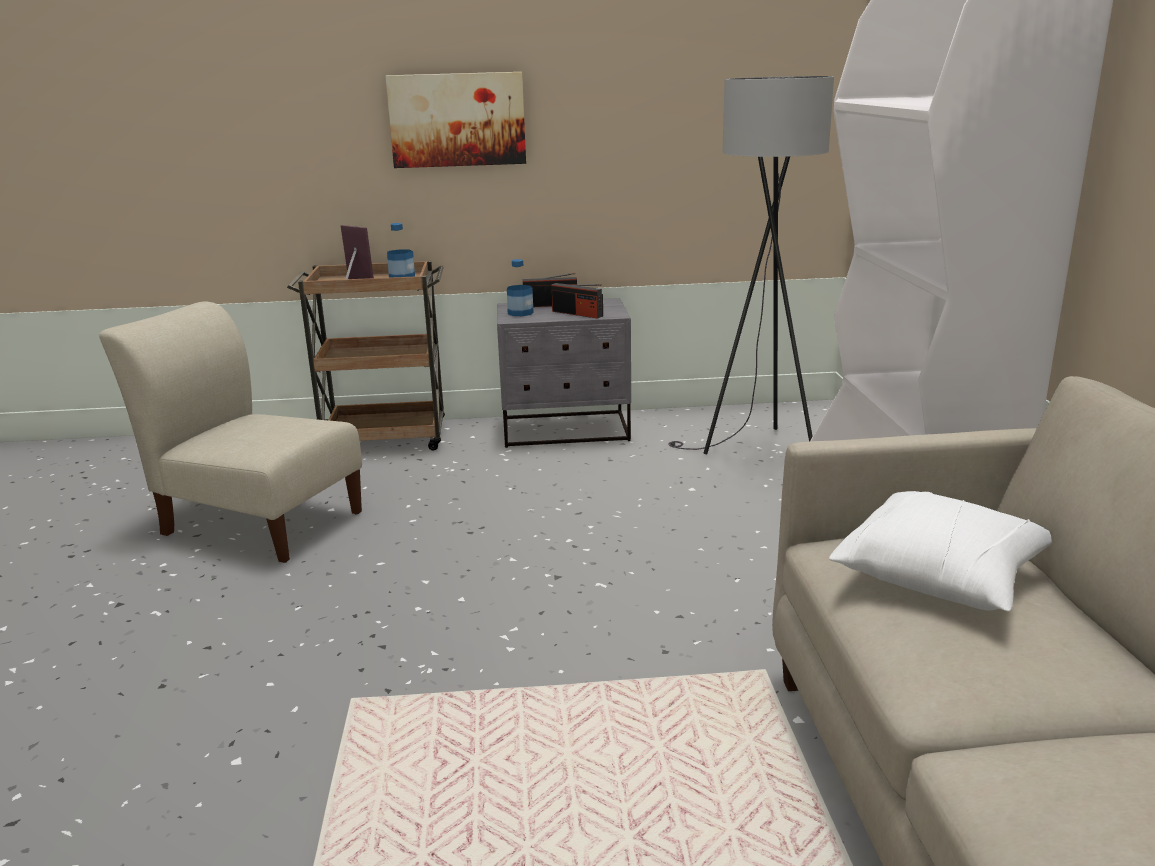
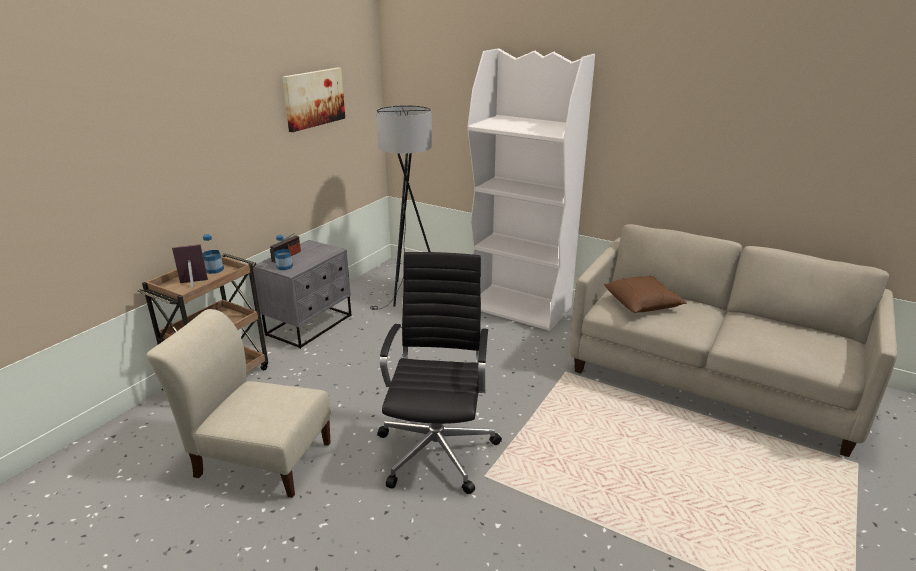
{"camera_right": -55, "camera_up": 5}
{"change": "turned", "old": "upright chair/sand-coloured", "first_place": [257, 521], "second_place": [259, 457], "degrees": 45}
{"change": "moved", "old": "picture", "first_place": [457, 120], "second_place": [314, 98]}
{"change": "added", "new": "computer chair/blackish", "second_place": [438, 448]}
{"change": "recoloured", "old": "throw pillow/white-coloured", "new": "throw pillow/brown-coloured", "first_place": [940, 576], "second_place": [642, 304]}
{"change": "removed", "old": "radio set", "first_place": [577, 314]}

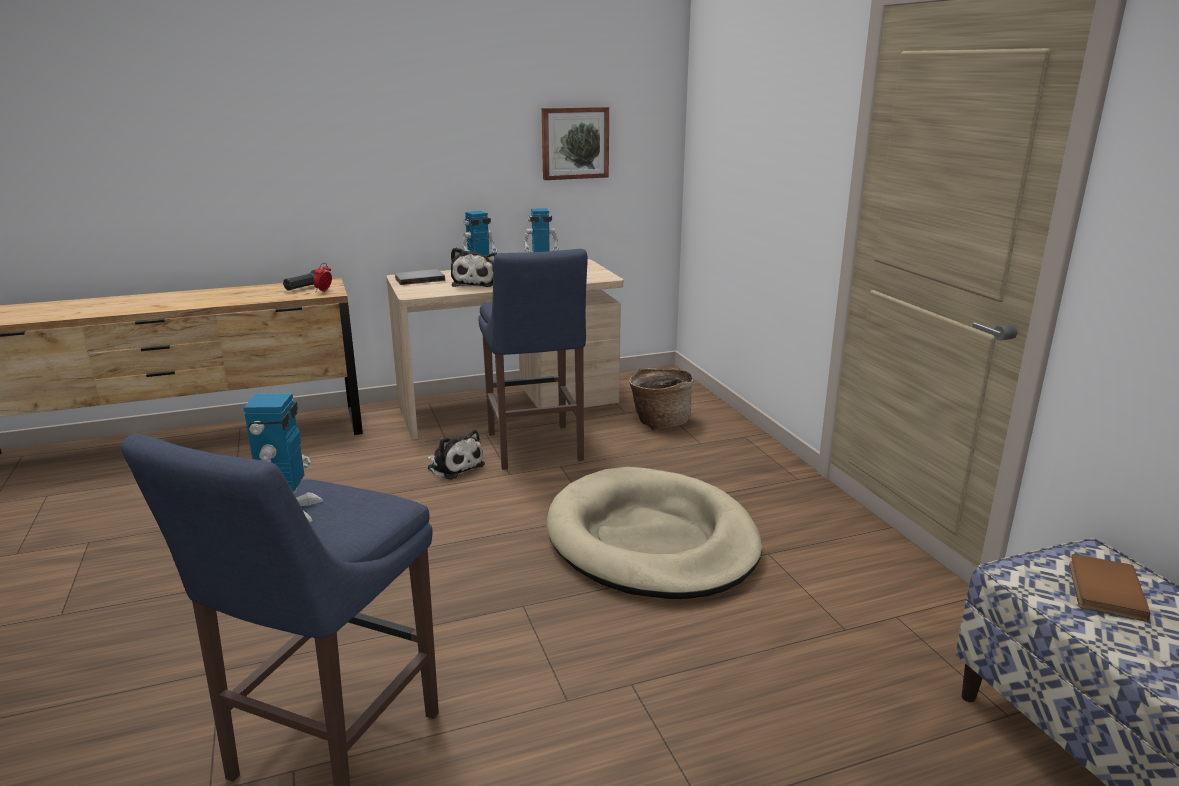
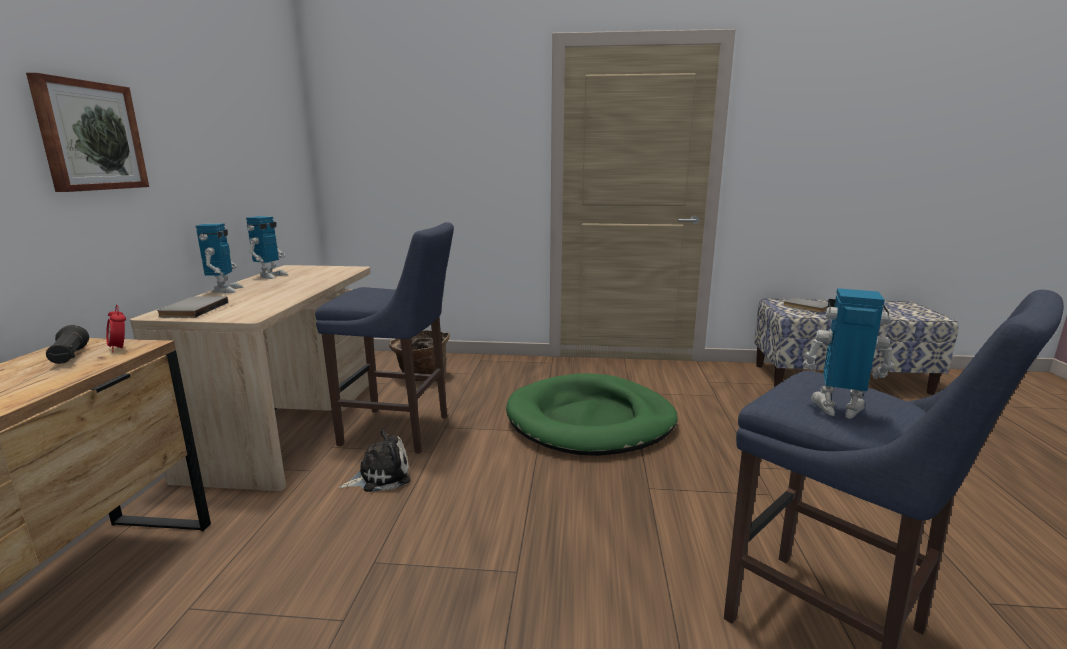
{"camera_right": -65, "camera_up": -5}
{"change": "moved", "old": "picture", "first_place": [574, 143], "second_place": [90, 136]}
{"change": "recoloured", "old": "pet bed/sand-coloured", "new": "pet bed/green-coloured", "first_place": [652, 540], "second_place": [590, 420]}
{"change": "recoloured", "old": "volume/brown-coloured", "new": "volume/grey", "first_place": [1102, 589], "second_place": [806, 307]}
{"change": "removed", "old": "cuddly toy", "first_place": [477, 283]}

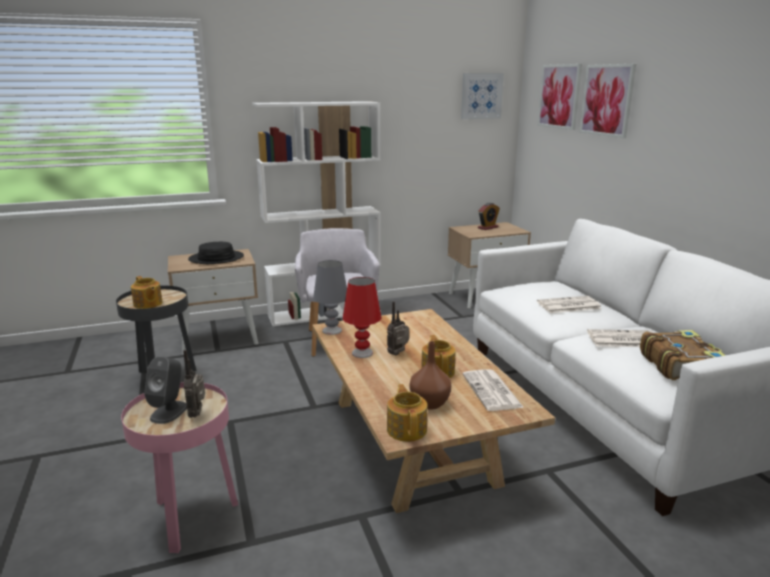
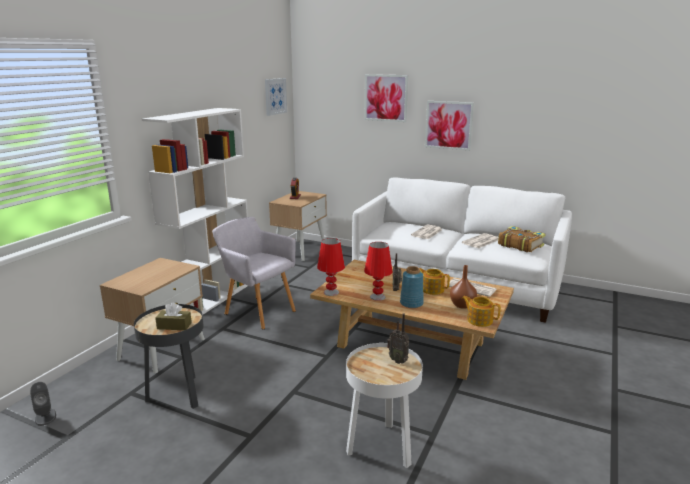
{"camera_right": -45, "camera_up": 0}
{"change": "moved", "old": "loudspeaker/grey", "first_place": [169, 412], "second_place": [45, 416]}
{"change": "replaced", "old": "tea pot", "new": "tissue box/brown-coloured", "first_place": [148, 304], "second_place": [174, 326]}
{"change": "recoloured", "old": "table lamp/grey", "new": "table lamp/reddish", "first_place": [332, 330], "second_place": [331, 292]}
{"change": "recoloured", "old": "accent table/pink", "new": "accent table/white-coloured", "first_place": [191, 517], "second_place": [381, 447]}
{"change": "added", "new": "flower vase/bluish", "second_place": [411, 303]}
{"change": "moved", "old": "picture", "first_place": [559, 96], "second_place": [448, 125]}
{"change": "removed", "old": "clothing hat/blackish", "first_place": [216, 258]}

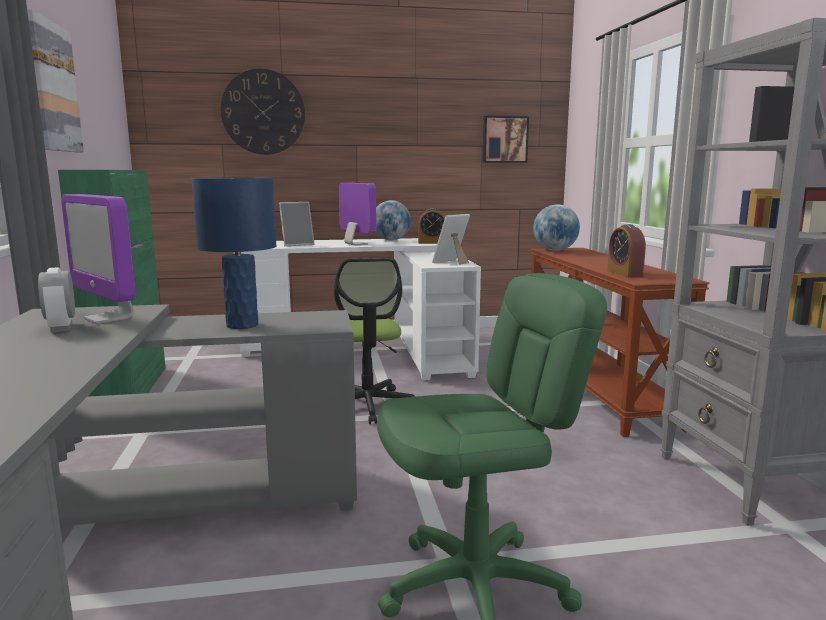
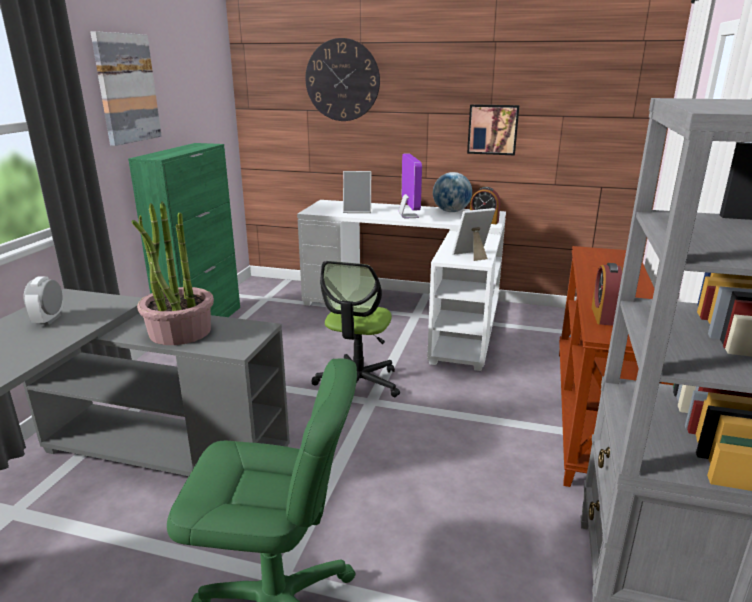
{"camera_right": 25, "camera_up": 10}
{"change": "replaced", "old": "table lamp/bluish", "new": "potted plant", "first_place": [243, 325], "second_place": [180, 332]}
{"change": "moved", "old": "picture", "first_place": [504, 139], "second_place": [493, 129]}
{"change": "removed", "old": "computer display", "first_place": [108, 318]}
{"change": "removed", "old": "globe", "first_place": [555, 250]}

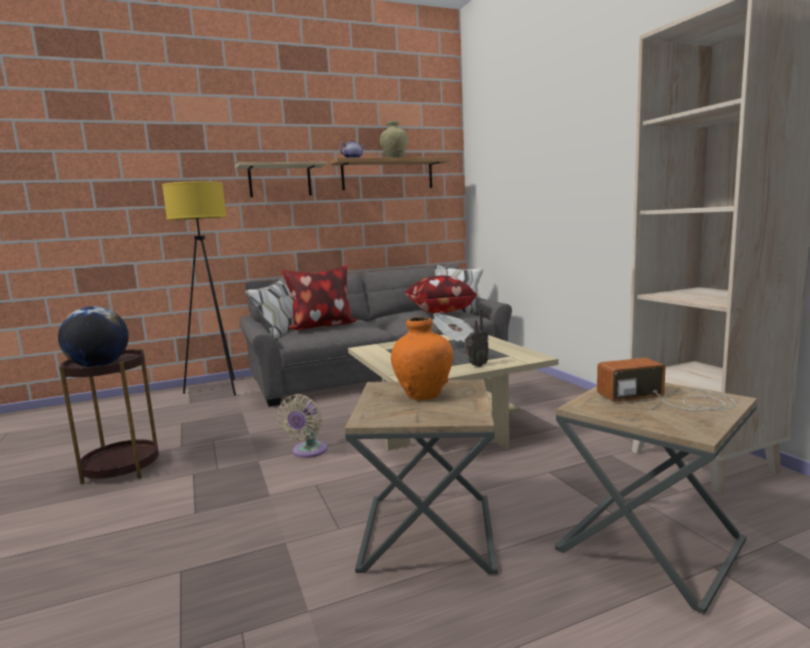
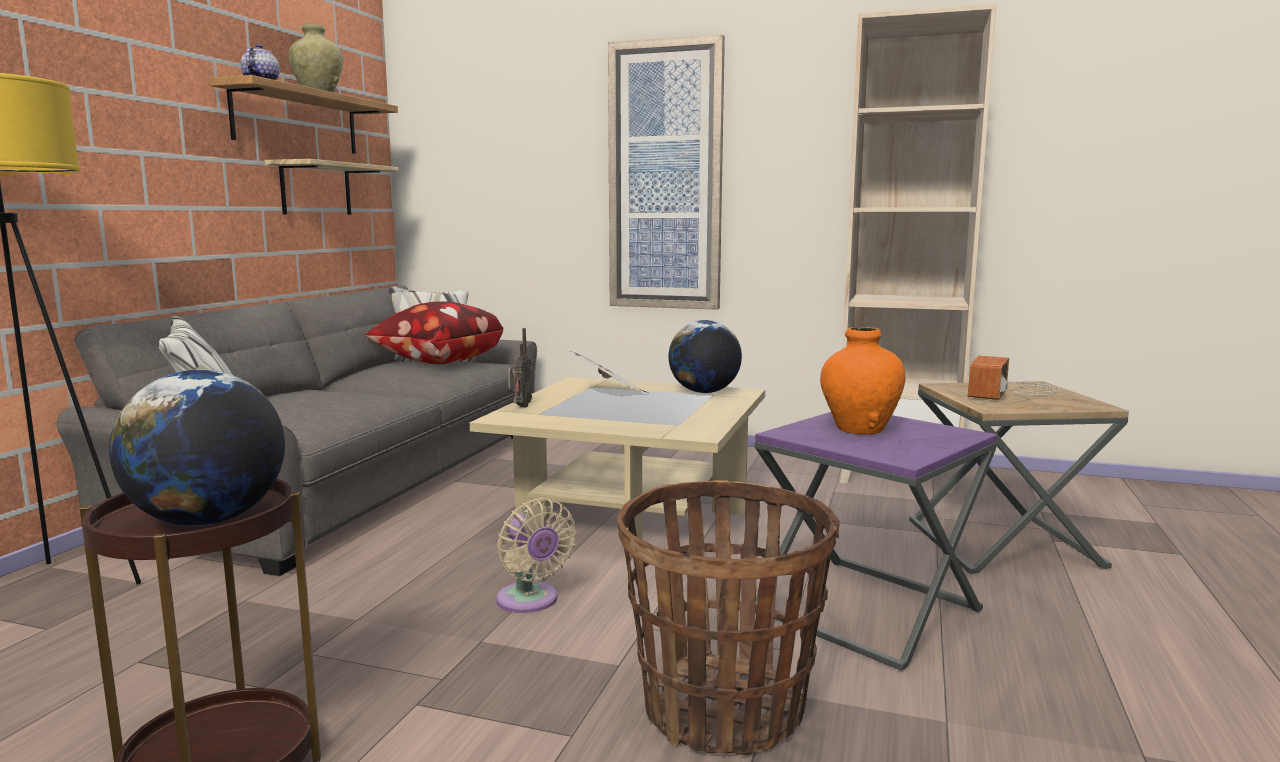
{"camera_right": -50, "camera_up": 0}
{"change": "moved", "old": "bracket shelf", "first_place": [280, 181], "second_place": [316, 189]}
{"change": "moved", "old": "radio set", "first_place": [476, 365], "second_place": [520, 407]}
{"change": "added", "new": "picture", "second_place": [665, 177]}
{"change": "added", "new": "basket", "second_place": [723, 710]}
{"change": "added", "new": "globe", "second_place": [704, 392]}
{"change": "recoloured", "old": "accent table/brown-coloured", "new": "accent table/purplish", "first_place": [428, 533], "second_place": [865, 610]}
{"change": "removed", "old": "throw pillow", "first_place": [321, 326]}

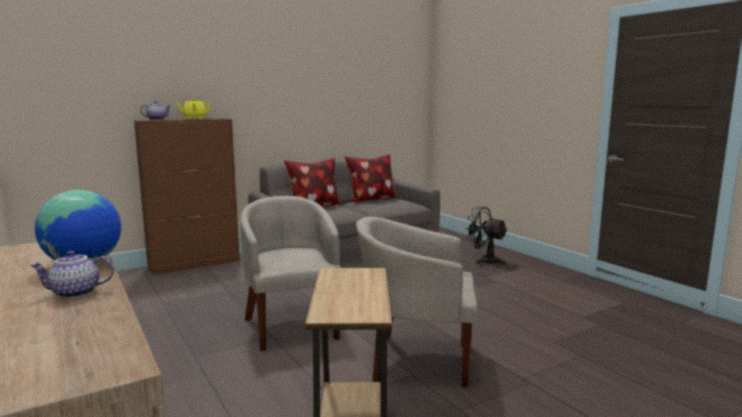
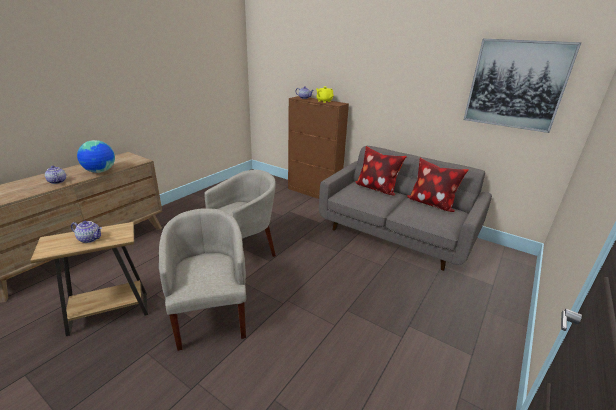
{"camera_right": 65, "camera_up": 15}
{"change": "added", "new": "tea pot", "second_place": [90, 239]}
{"change": "added", "new": "picture", "second_place": [516, 85]}
{"change": "removed", "old": "cooling fan/blackish", "first_place": [484, 260]}

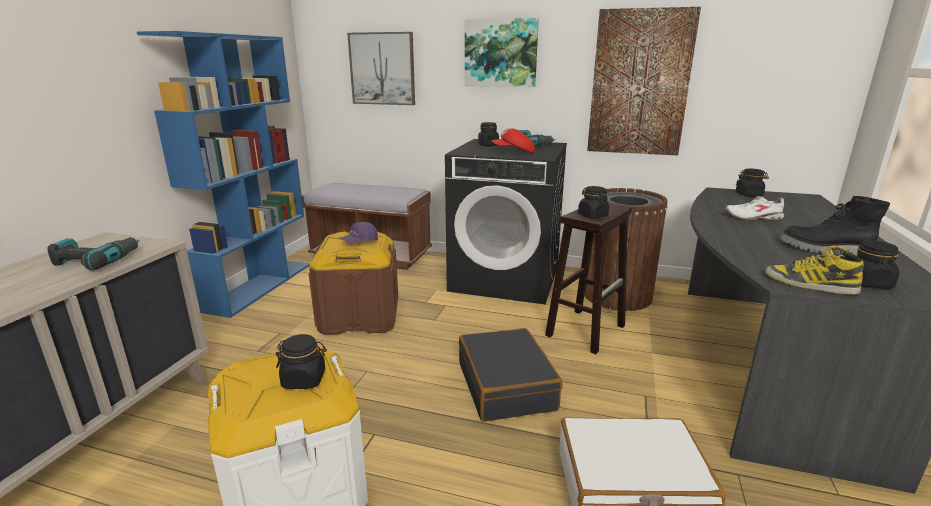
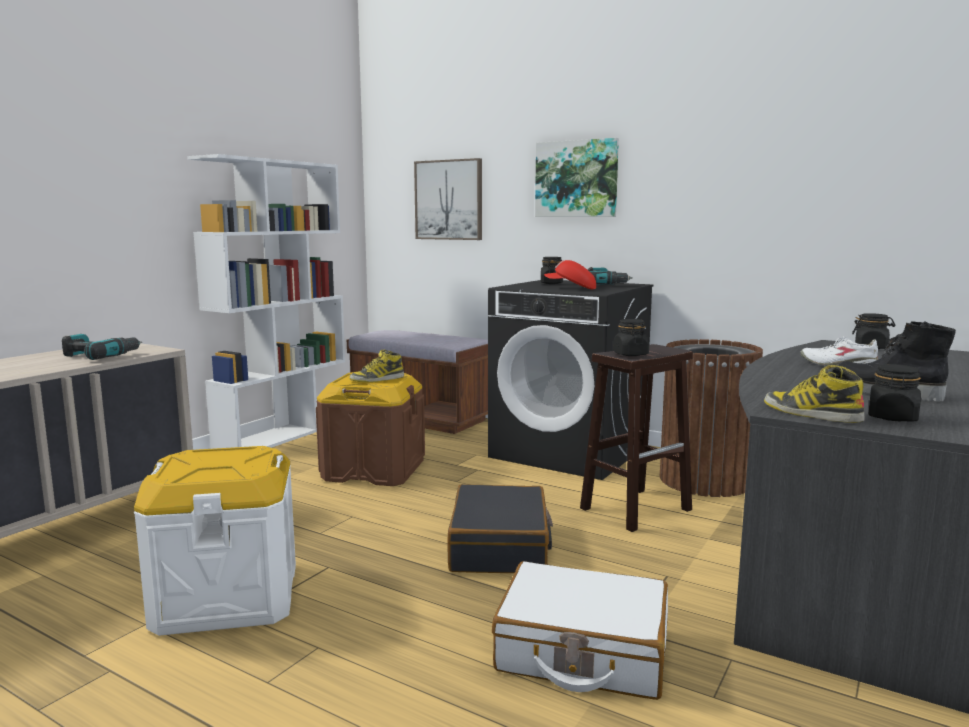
{"camera_right": 15, "camera_up": -10}
{"change": "recoloured", "old": "bookcase/bluish", "new": "bookcase/white-coloured", "first_place": [259, 286], "second_place": [283, 435]}
{"change": "replaced", "old": "baseball cap/purplish", "new": "high-top boot", "first_place": [359, 242], "second_place": [377, 379]}
{"change": "removed", "old": "jar/blackish", "first_place": [304, 380]}
{"change": "removed", "old": "picture", "first_place": [639, 83]}

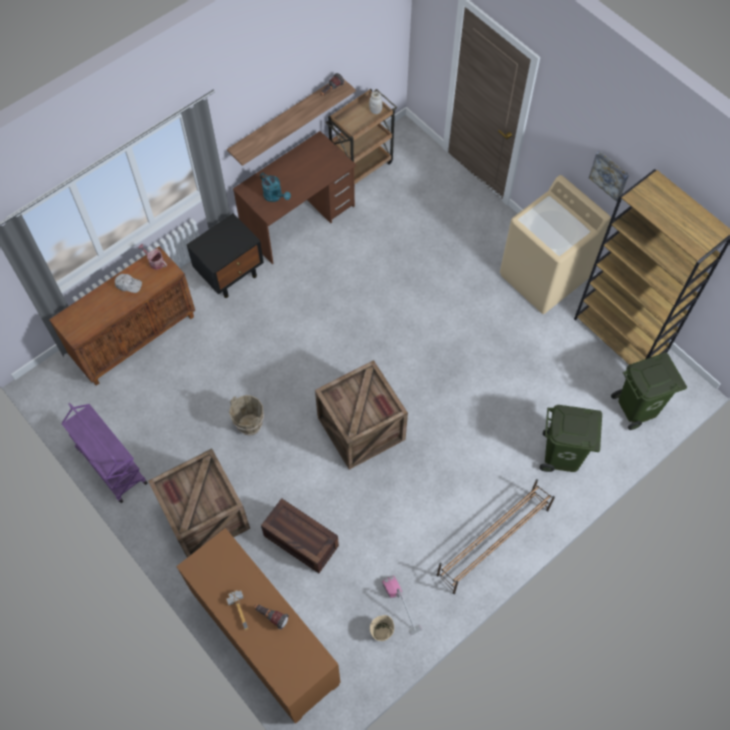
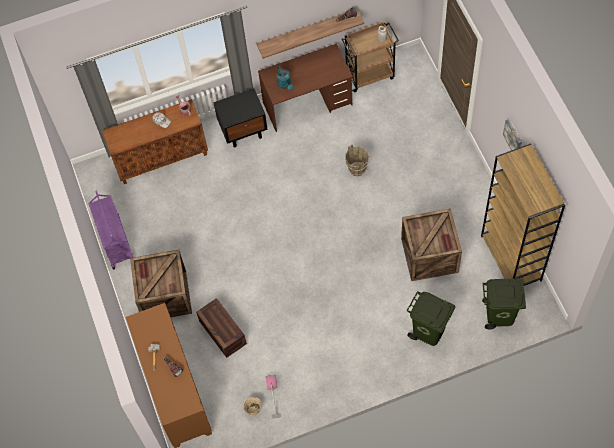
{"camera_right": 25, "camera_up": 0}
{"change": "moved", "old": "water bucket/brown-coloured", "first_place": [250, 424], "second_place": [357, 169]}
{"change": "moved", "old": "shipping crate", "first_place": [362, 429], "second_place": [430, 256]}
{"change": "removed", "old": "shoe rack/brown-coloured", "first_place": [492, 542]}
{"change": "removed", "old": "laundry appliance/sand-coloured", "first_place": [543, 277]}

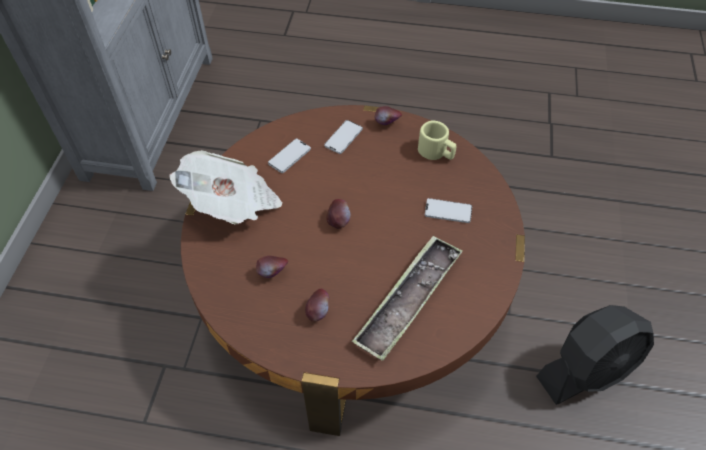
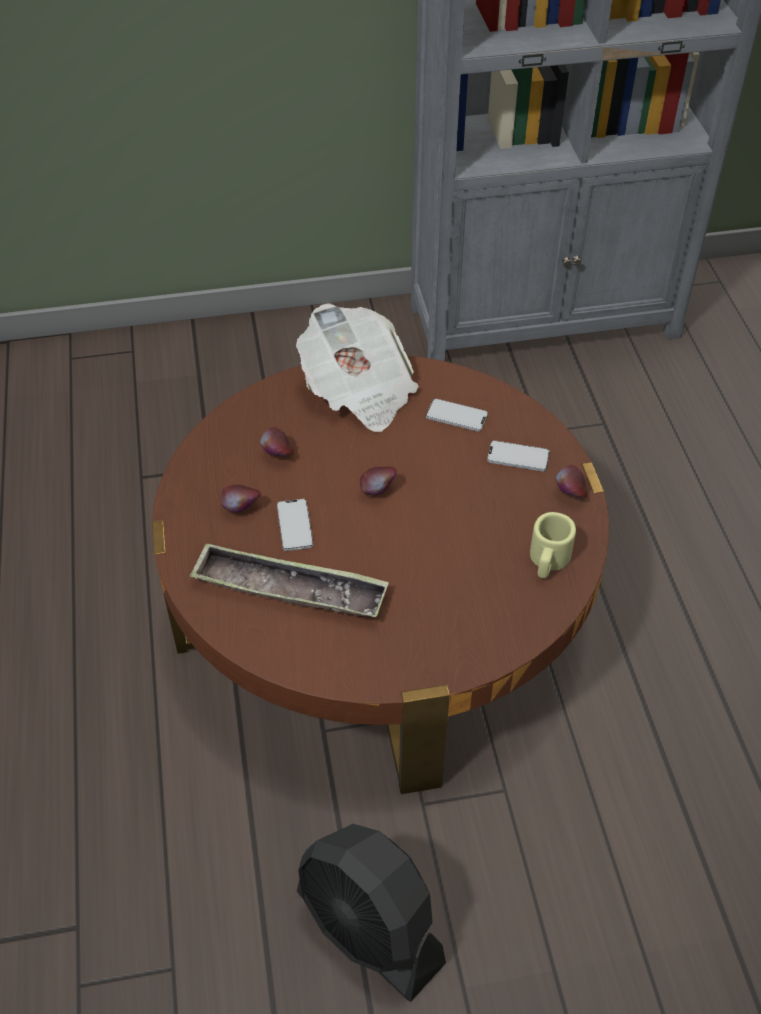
{"camera_right": 70, "camera_up": -5}
{"change": "moved", "old": "telephone", "first_place": [448, 211], "second_place": [295, 525]}

